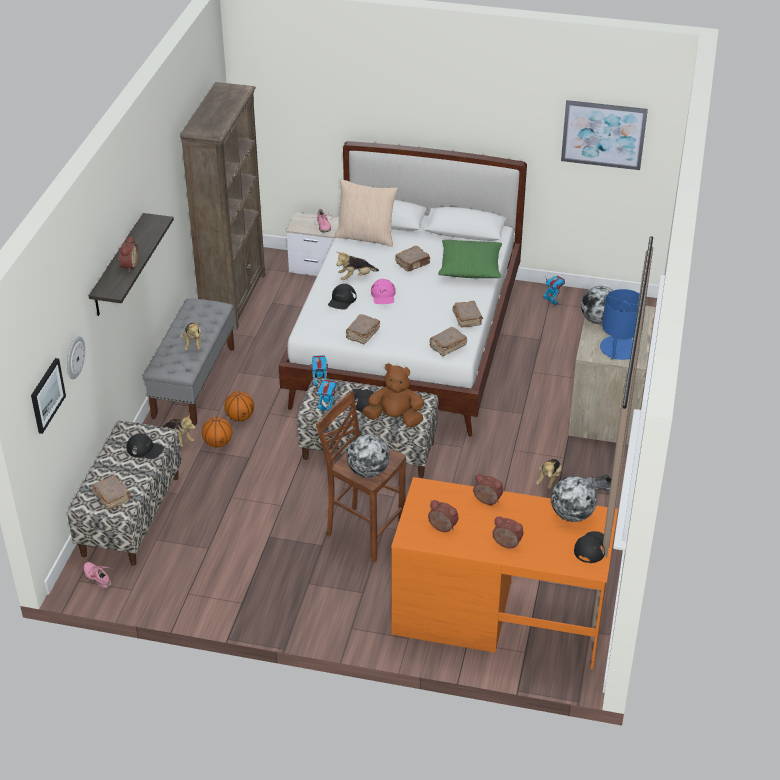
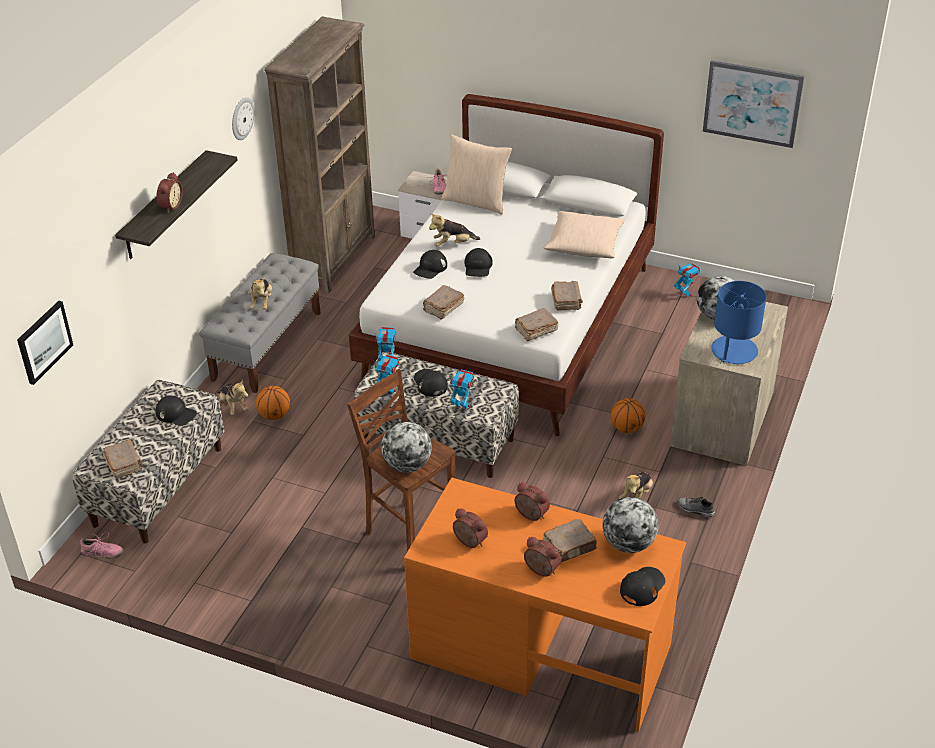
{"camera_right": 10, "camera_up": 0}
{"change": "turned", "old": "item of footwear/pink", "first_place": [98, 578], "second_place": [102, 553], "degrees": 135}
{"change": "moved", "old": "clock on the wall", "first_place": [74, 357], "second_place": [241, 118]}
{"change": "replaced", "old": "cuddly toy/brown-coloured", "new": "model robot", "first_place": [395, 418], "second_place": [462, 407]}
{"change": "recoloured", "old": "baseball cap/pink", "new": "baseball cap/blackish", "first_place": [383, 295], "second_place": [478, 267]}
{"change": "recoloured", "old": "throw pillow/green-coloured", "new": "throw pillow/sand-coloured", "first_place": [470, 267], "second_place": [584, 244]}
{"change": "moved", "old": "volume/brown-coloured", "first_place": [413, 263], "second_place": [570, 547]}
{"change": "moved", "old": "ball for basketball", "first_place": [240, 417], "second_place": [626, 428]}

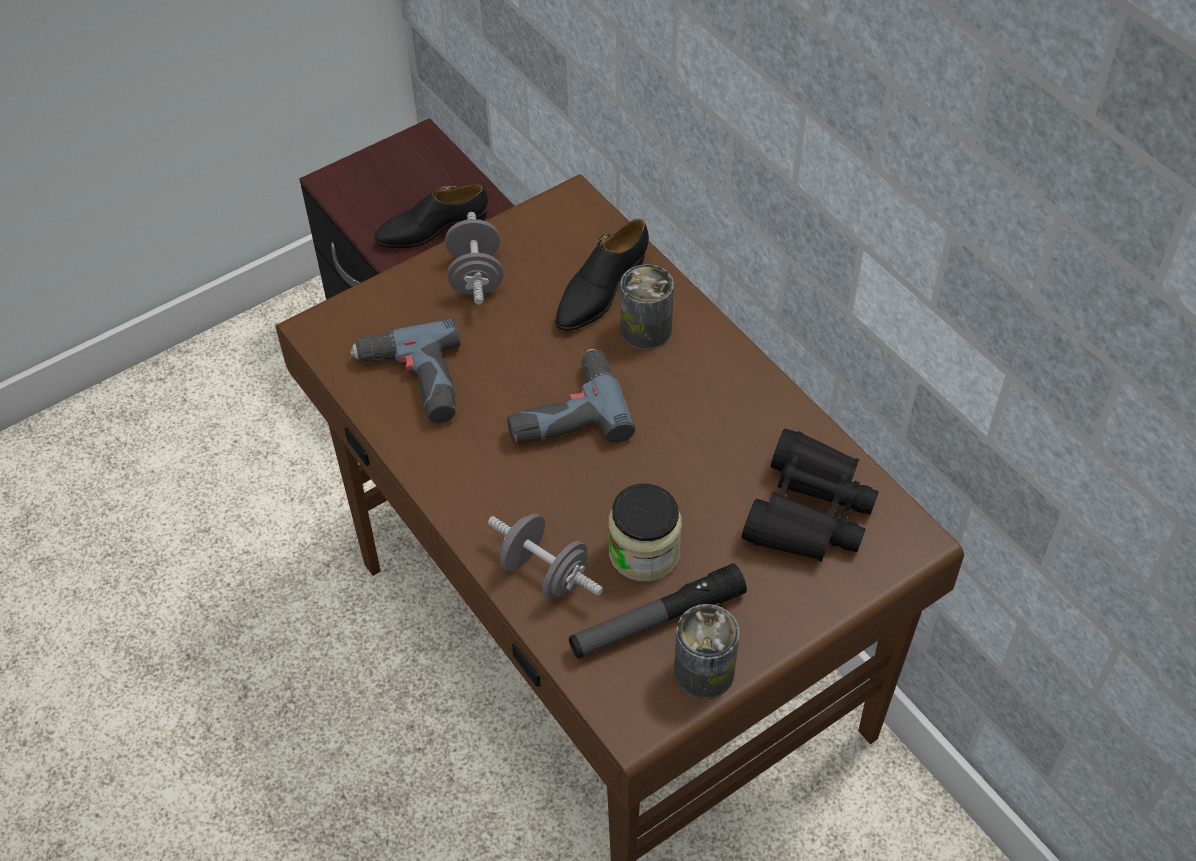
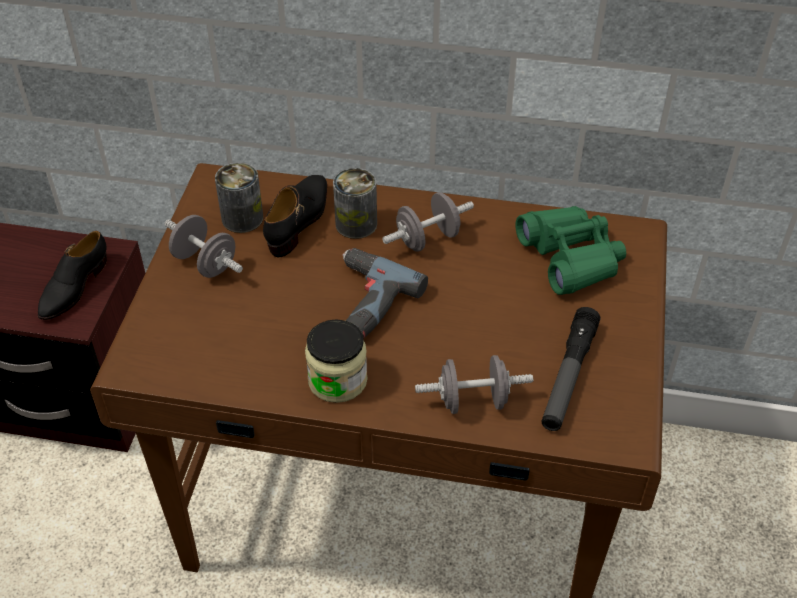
{"camera_right": -45, "camera_up": -5}
{"change": "moved", "old": "sealed can", "first_place": [704, 672], "second_place": [242, 218]}
{"change": "turned", "old": "item of footwear/blackish", "first_place": [600, 291], "second_place": [299, 220], "degrees": -150}
{"change": "moved", "old": "jar", "first_place": [644, 553], "second_place": [337, 380]}
{"change": "added", "new": "free weight/grey", "second_place": [427, 238]}
{"change": "recoloured", "old": "binoculars/blackish", "new": "binoculars/green-coloured", "first_place": [809, 512], "second_place": [571, 257]}
{"change": "removed", "old": "drill", "first_place": [412, 383]}

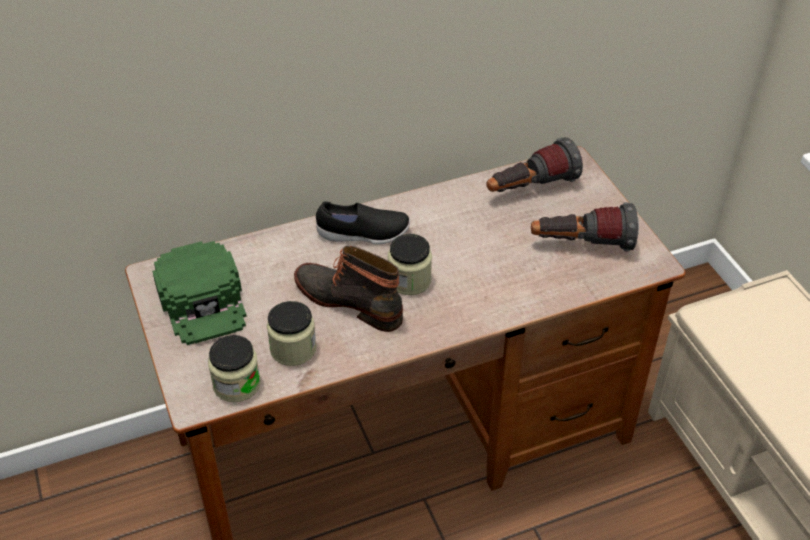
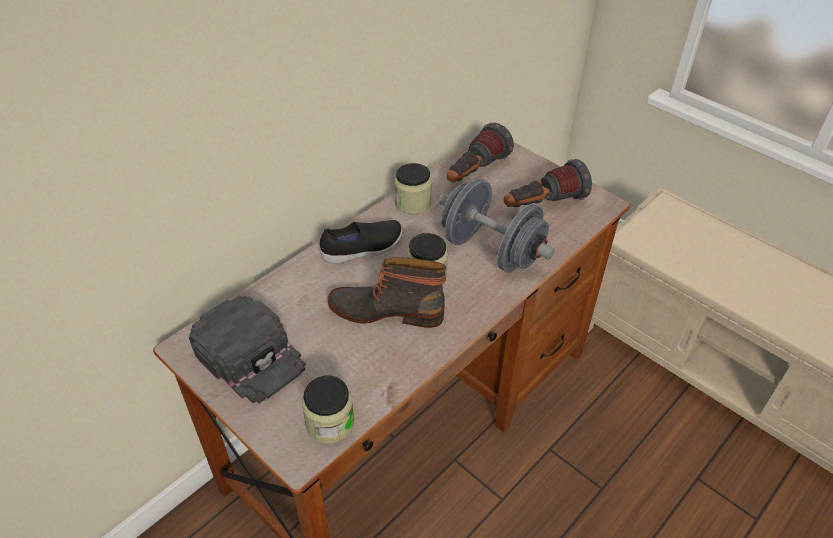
{"camera_right": -25, "camera_up": 0}
{"change": "recoloured", "old": "baseball cap/green-coloured", "new": "baseball cap/blackish", "first_place": [203, 300], "second_place": [250, 355]}
{"change": "moved", "old": "jar", "first_place": [293, 349], "second_place": [412, 203]}
{"change": "added", "new": "free weight/grey", "second_place": [491, 251]}

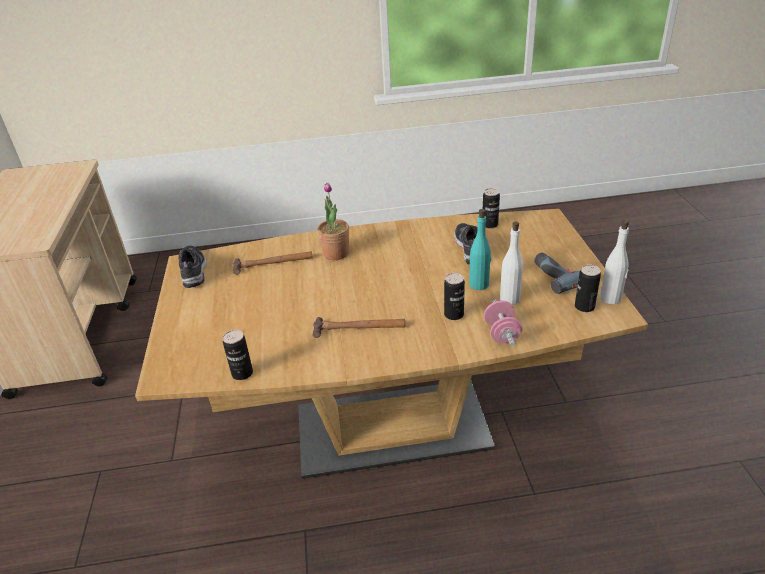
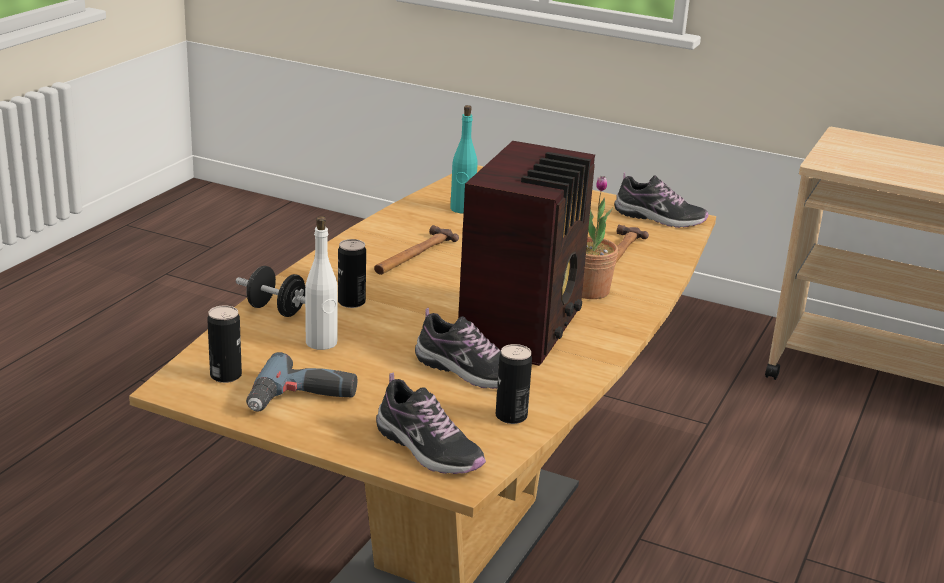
{"camera_right": 120, "camera_up": -10}
{"change": "recoloured", "old": "free weight/pink", "new": "free weight/blackish", "first_place": [501, 334], "second_place": [276, 310]}
{"change": "added", "new": "item of footwear", "second_place": [428, 449]}
{"change": "moved", "old": "bottle/turquoise", "first_place": [479, 284], "second_place": [462, 209]}
{"change": "added", "new": "radio set", "second_place": [524, 327]}
{"change": "removed", "old": "sealed can", "first_place": [242, 373]}
{"change": "removed", "old": "bottle/white-coloured", "first_place": [610, 298]}

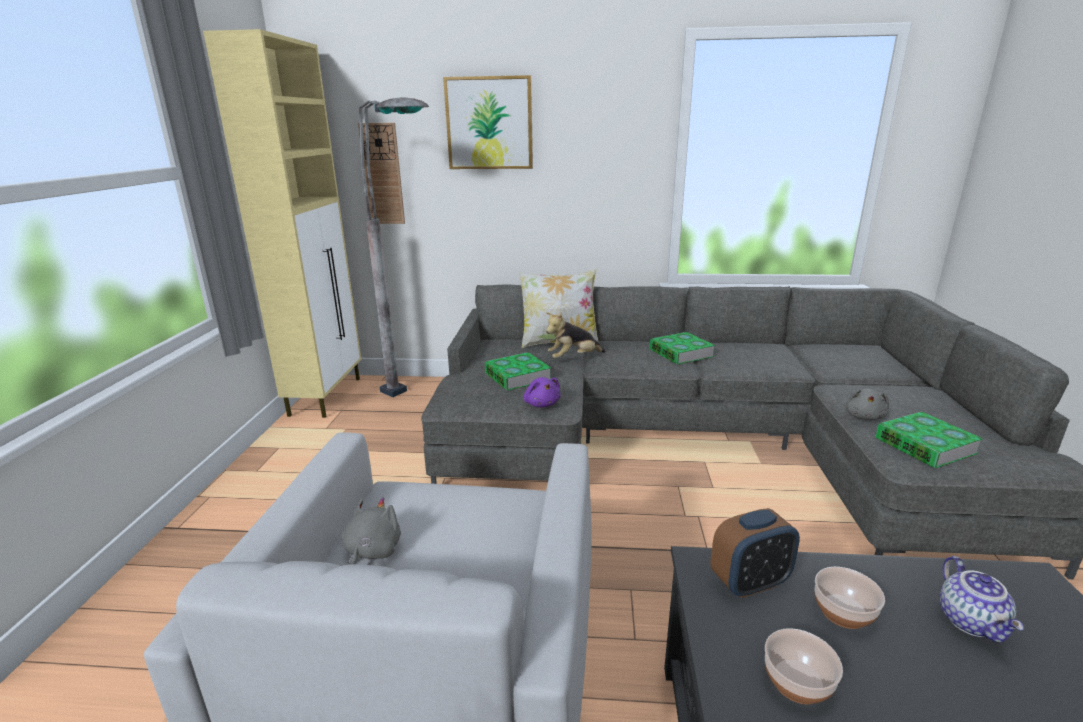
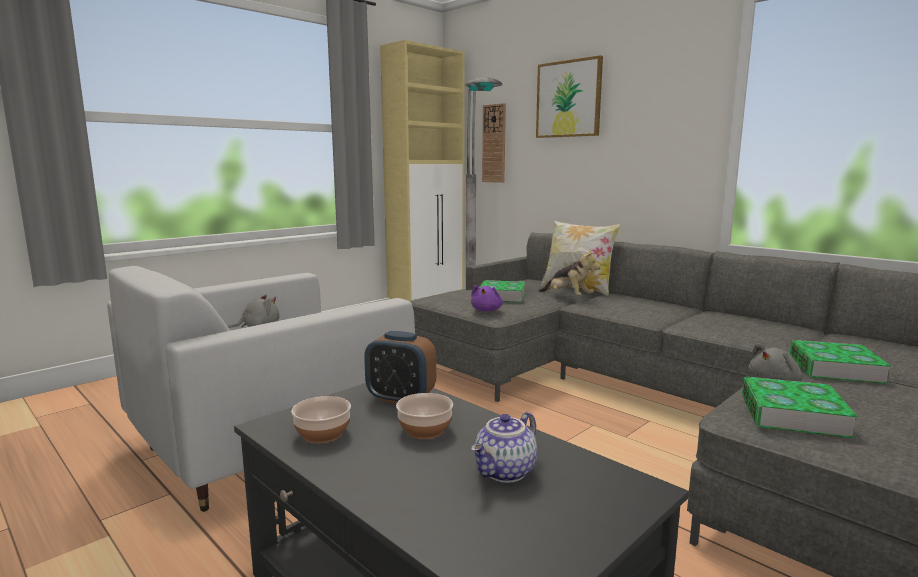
{"camera_right": 40, "camera_up": -10}
{"change": "turned", "old": "cuddly toy", "first_place": [573, 358], "second_place": [568, 297], "degrees": -150}
{"change": "moved", "old": "volume", "first_place": [681, 353], "second_place": [835, 368]}

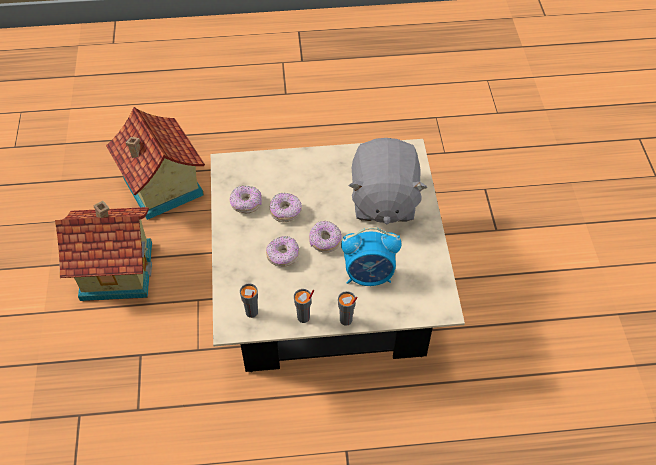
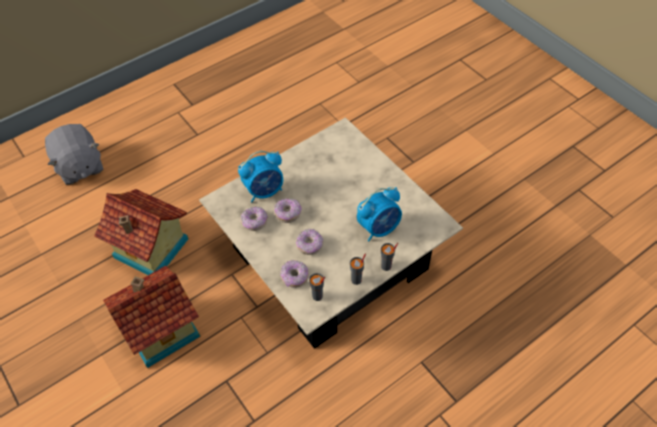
{"camera_right": -30, "camera_up": 0}
{"change": "moved", "old": "cuddly toy/grey", "first_place": [383, 200], "second_place": [79, 167]}
{"change": "added", "new": "alarm clock", "second_place": [265, 191]}
{"change": "moved", "old": "doughnut", "first_place": [325, 241], "second_place": [294, 277]}

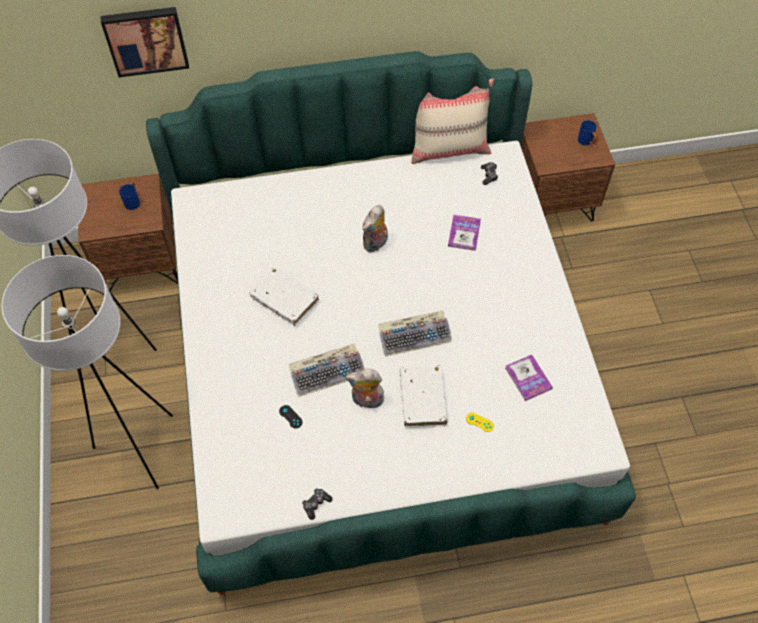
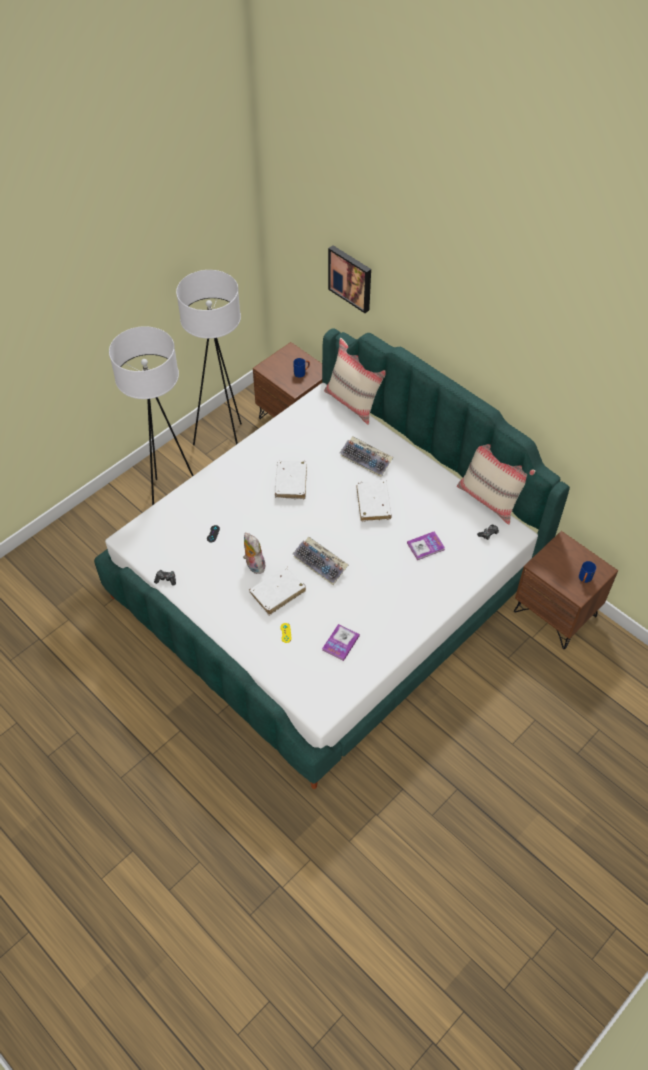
{"camera_right": 55, "camera_up": -5}
{"change": "added", "new": "throw pillow/sand-coloured", "second_place": [353, 402]}
{"change": "moved", "old": "keyboard", "first_place": [328, 372], "second_place": [367, 459]}
{"change": "replaced", "old": "cuddly toy", "new": "volume/white-coloured", "first_place": [376, 244], "second_place": [373, 504]}

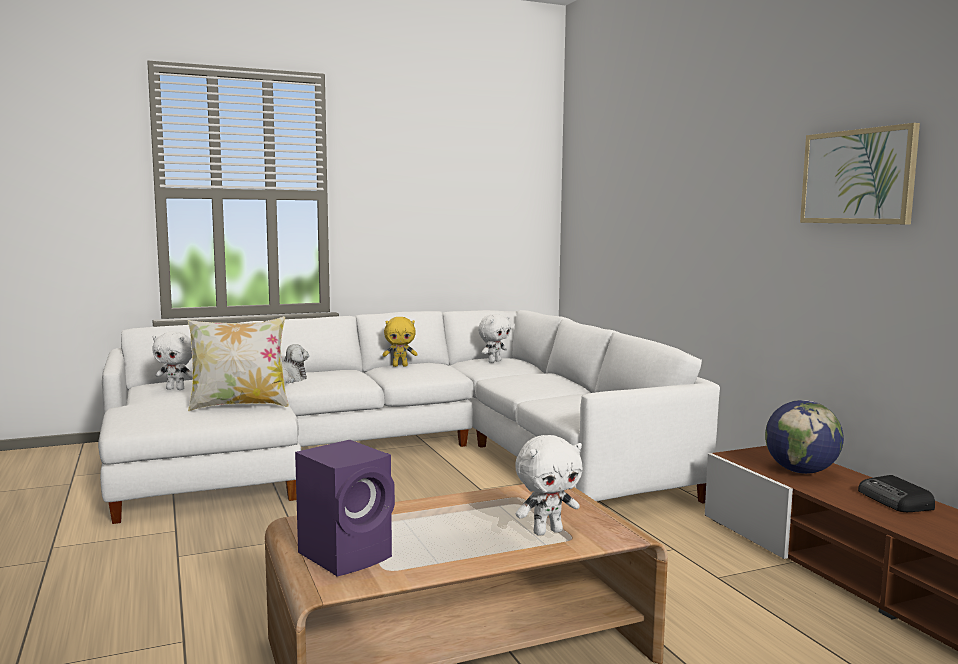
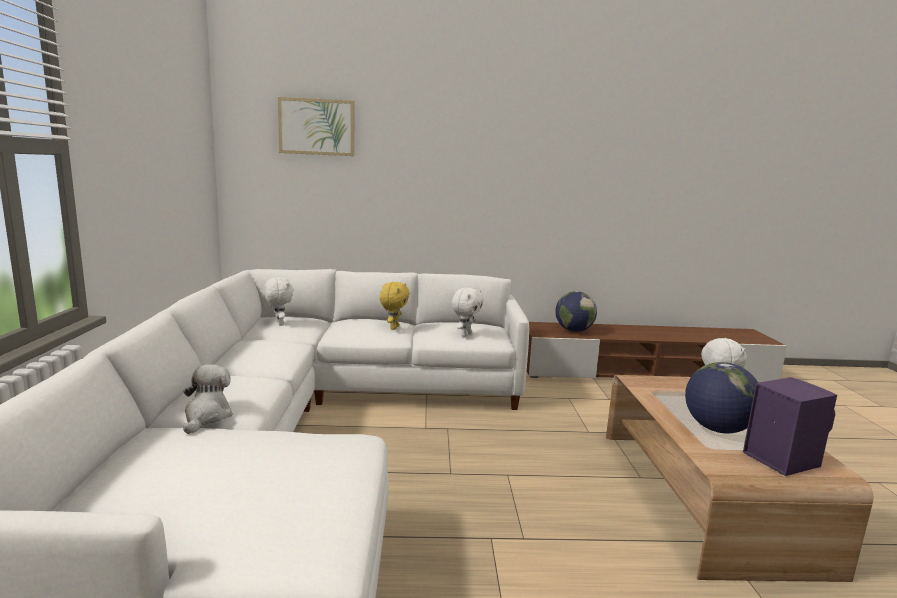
{"camera_right": -70, "camera_up": 5}
{"change": "moved", "old": "picture", "first_place": [857, 177], "second_place": [317, 127]}
{"change": "moved", "old": "cuddly toy/yellow", "first_place": [400, 366], "second_place": [393, 327]}
{"change": "moved", "old": "cuddly toy/white-coloured", "first_place": [176, 389], "second_place": [465, 334]}
{"change": "added", "new": "globe", "second_place": [717, 429]}
{"change": "removed", "old": "throw pillow", "first_place": [239, 405]}
{"change": "removed", "old": "radio set", "first_place": [895, 501]}

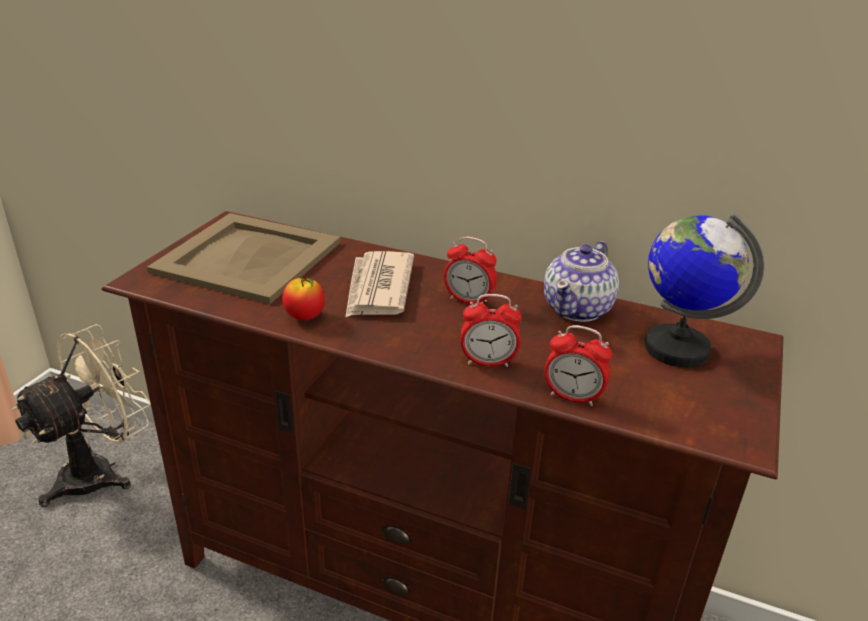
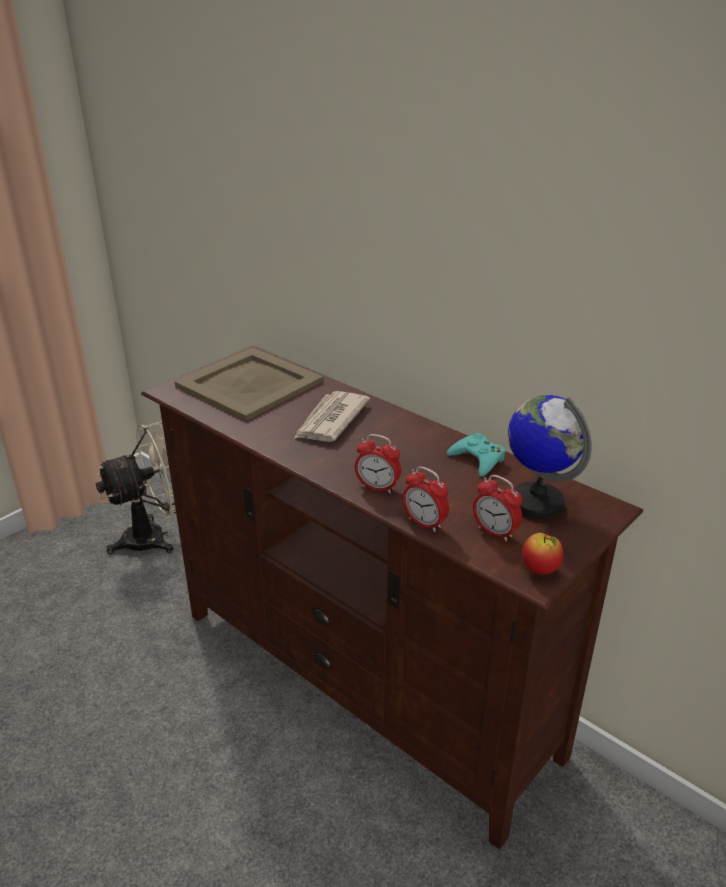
{"camera_right": 20, "camera_up": 0}
{"change": "replaced", "old": "tea pot", "new": "gamepad/turquoise", "first_place": [578, 309], "second_place": [478, 459]}
{"change": "moved", "old": "alarm clock", "first_place": [468, 300], "second_place": [495, 532]}
{"change": "moved", "old": "apple", "first_place": [305, 317], "second_place": [540, 570]}

